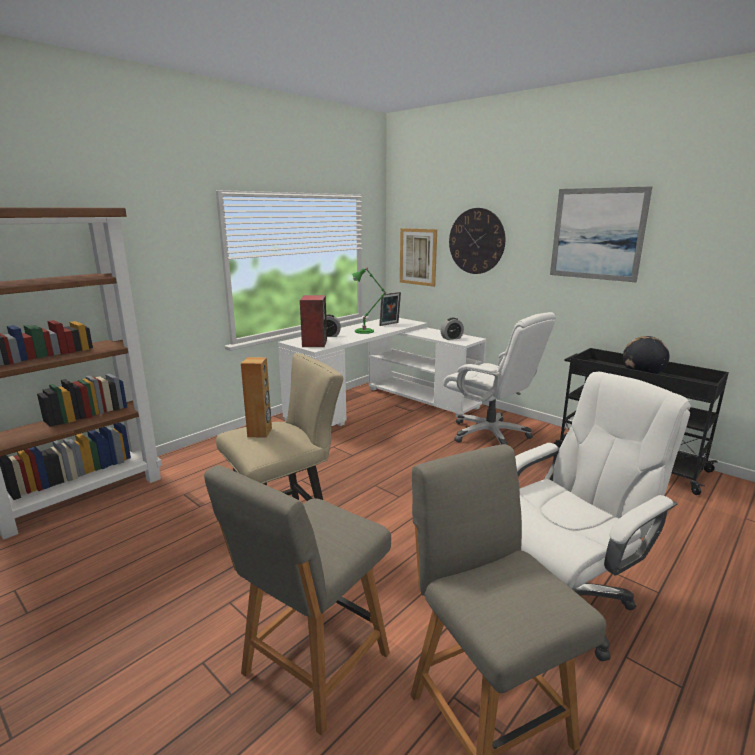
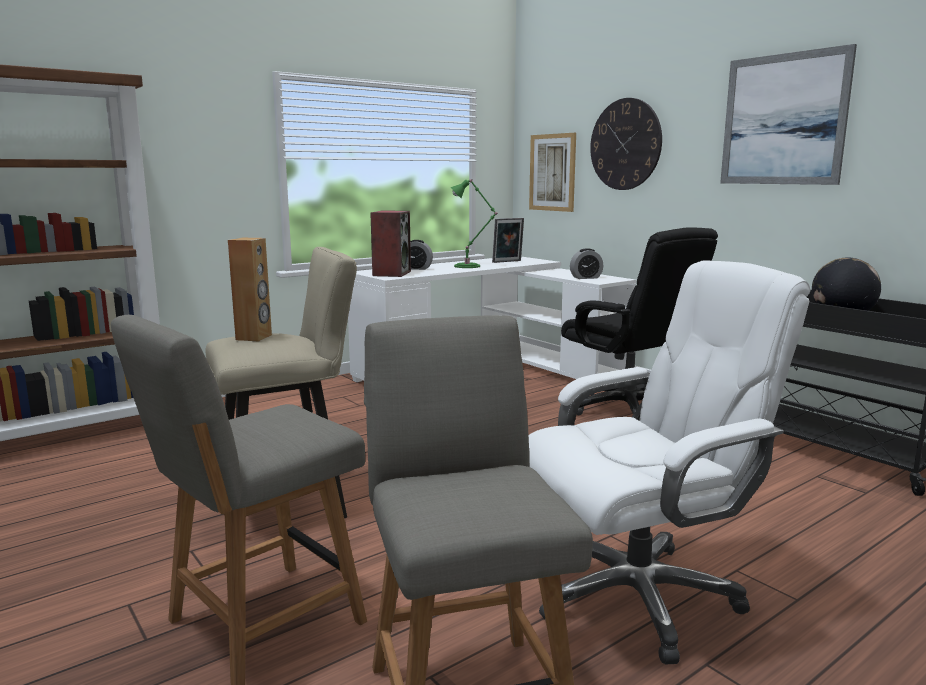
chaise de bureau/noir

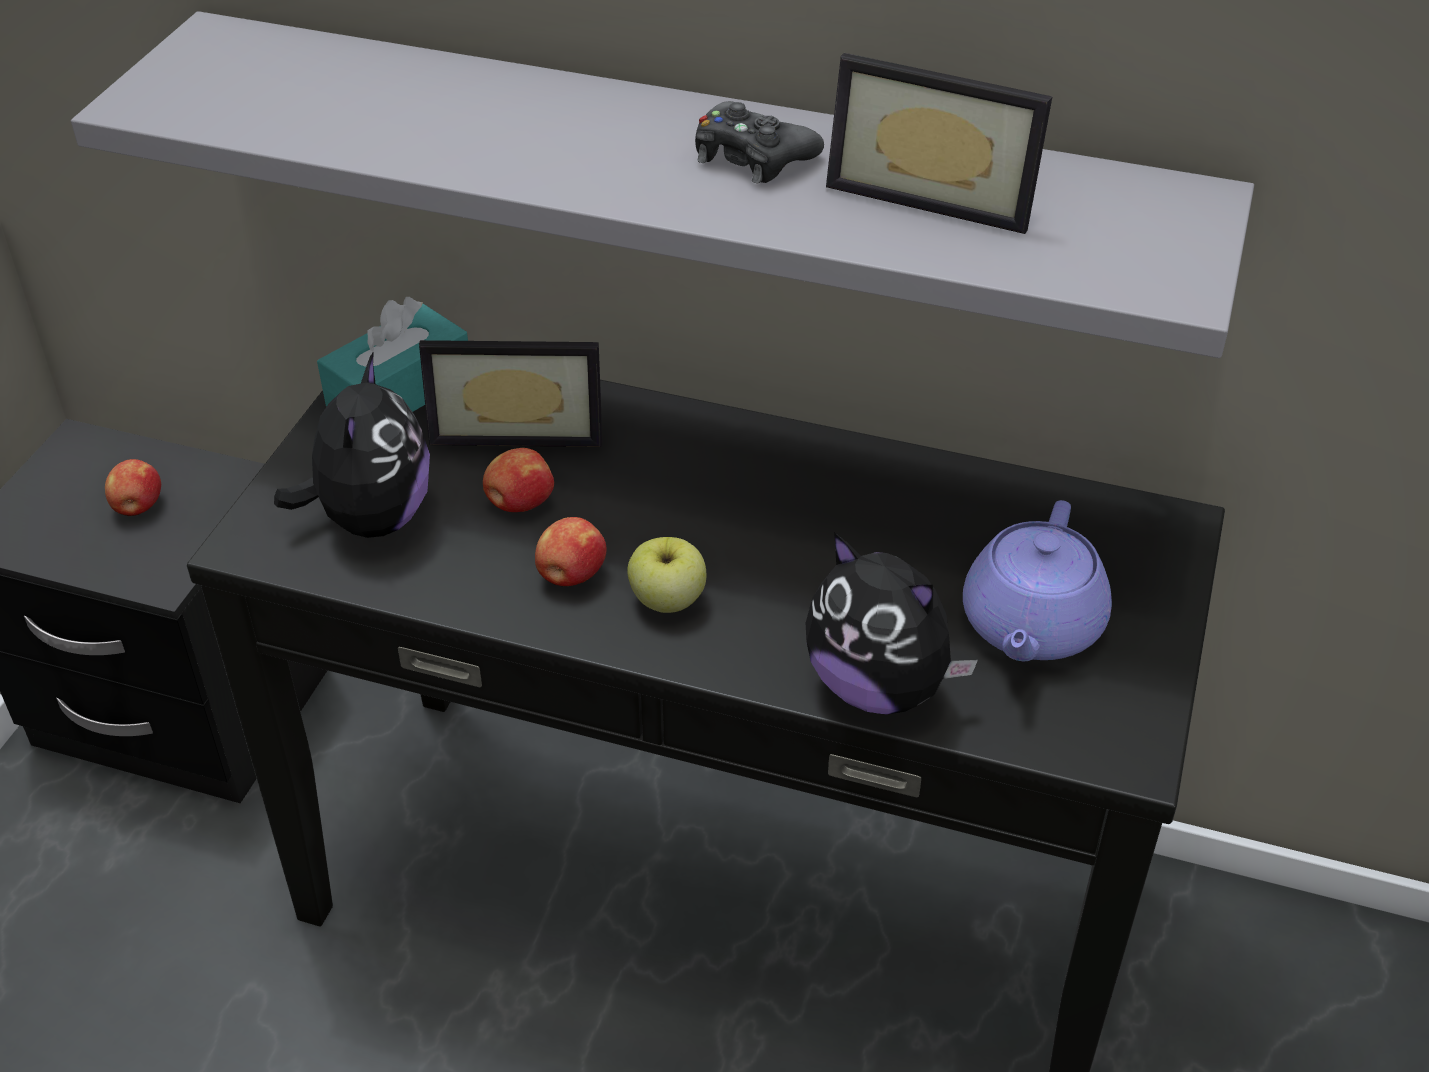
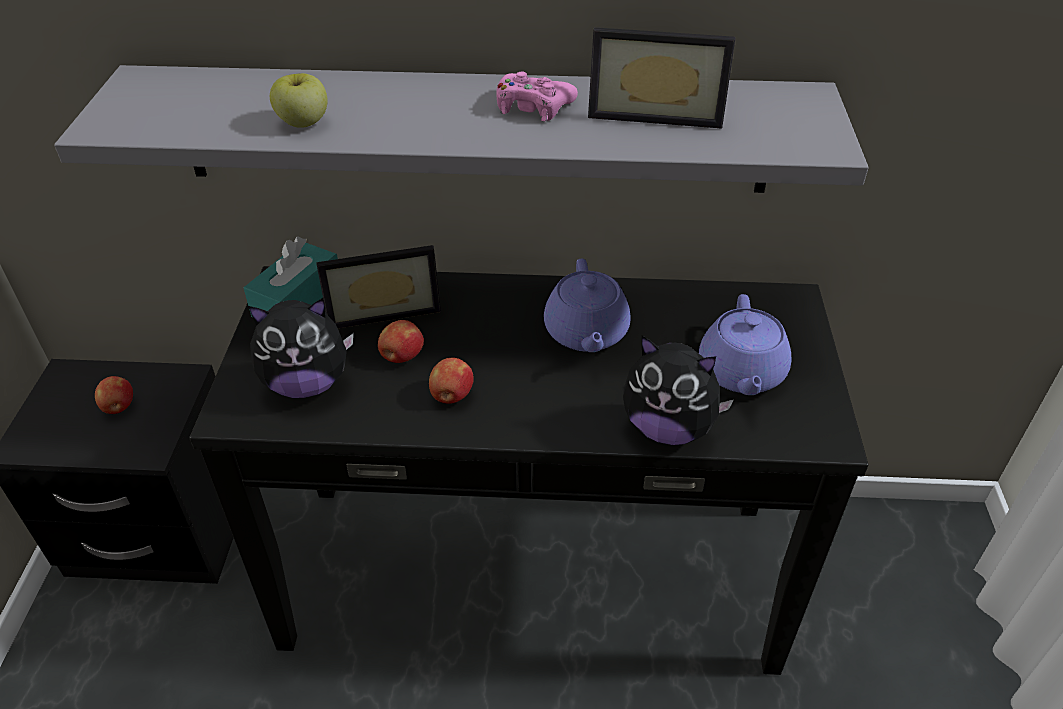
théière/violet (1st from left); pomme (2nd from left); manette/rose; peluche (1st from left)

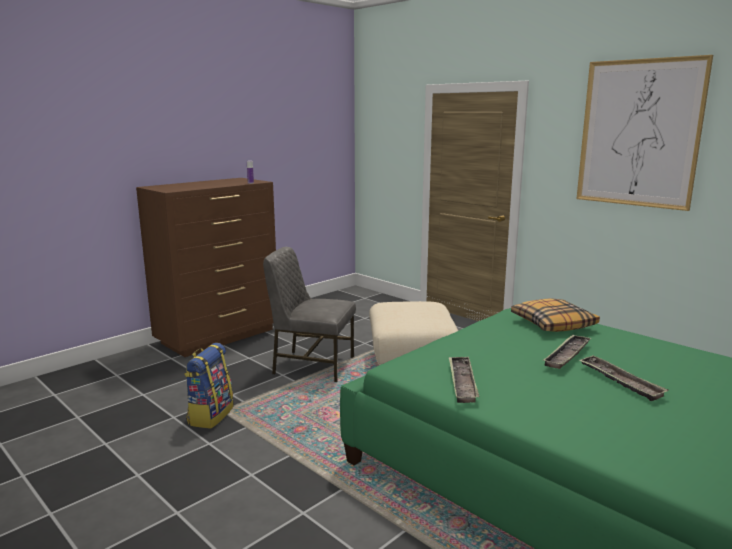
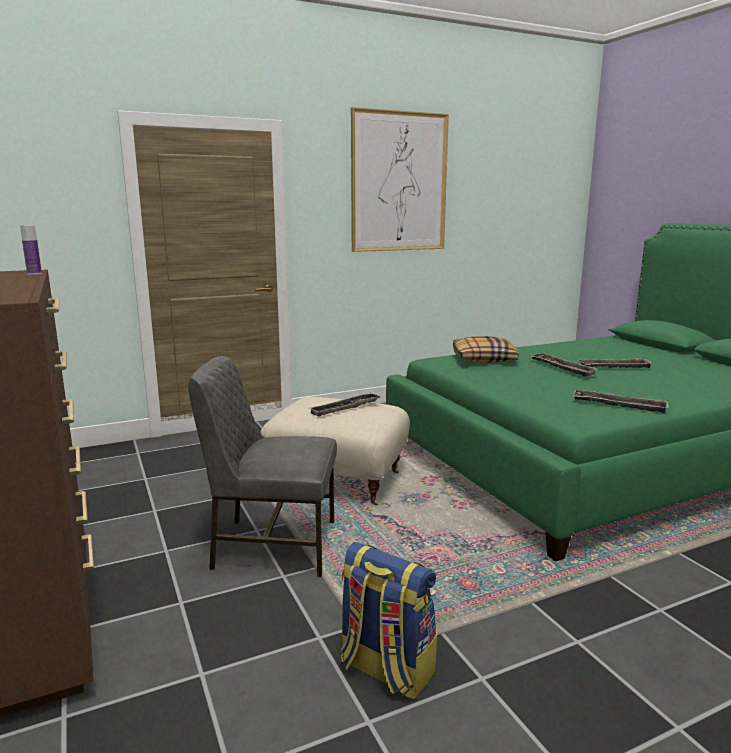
plateau (1st from left); chaise/gris

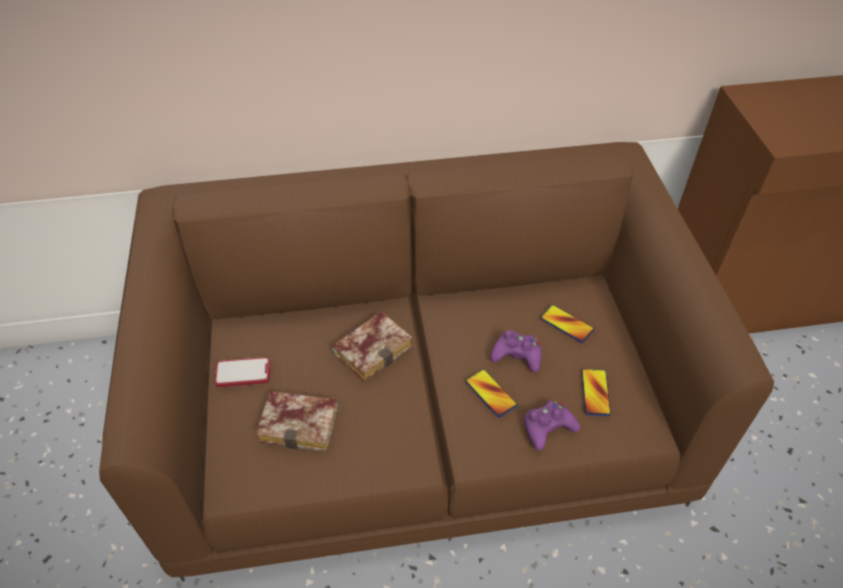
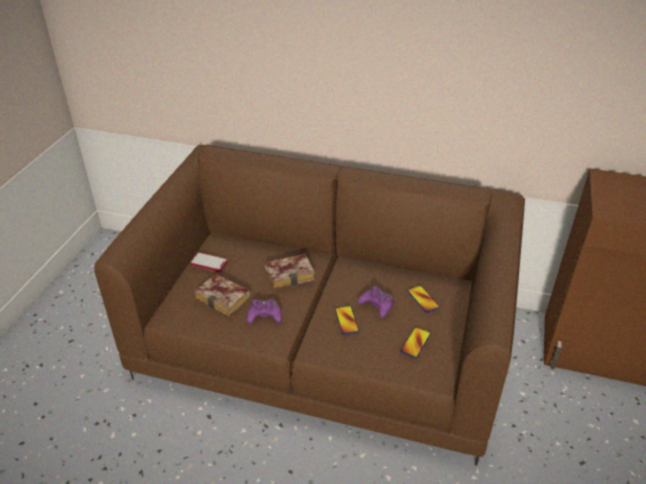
manette/violet (1st from left)

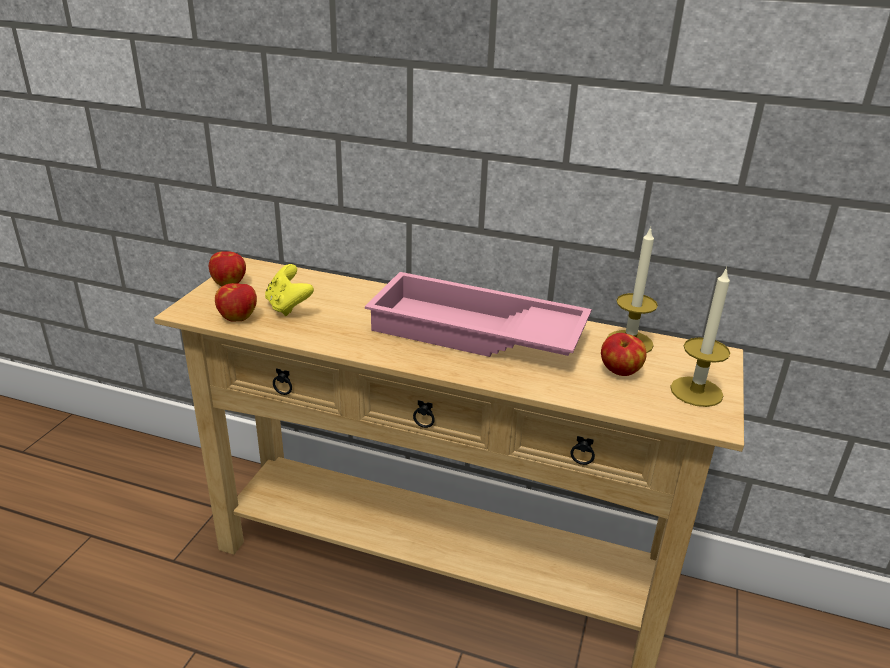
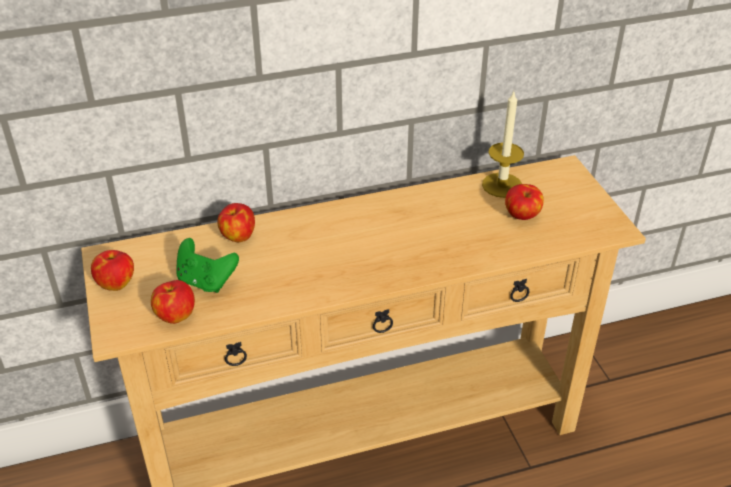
plateau/rose; bougie (2nd from left in the first image); pomme (3rd from left); manette/vert

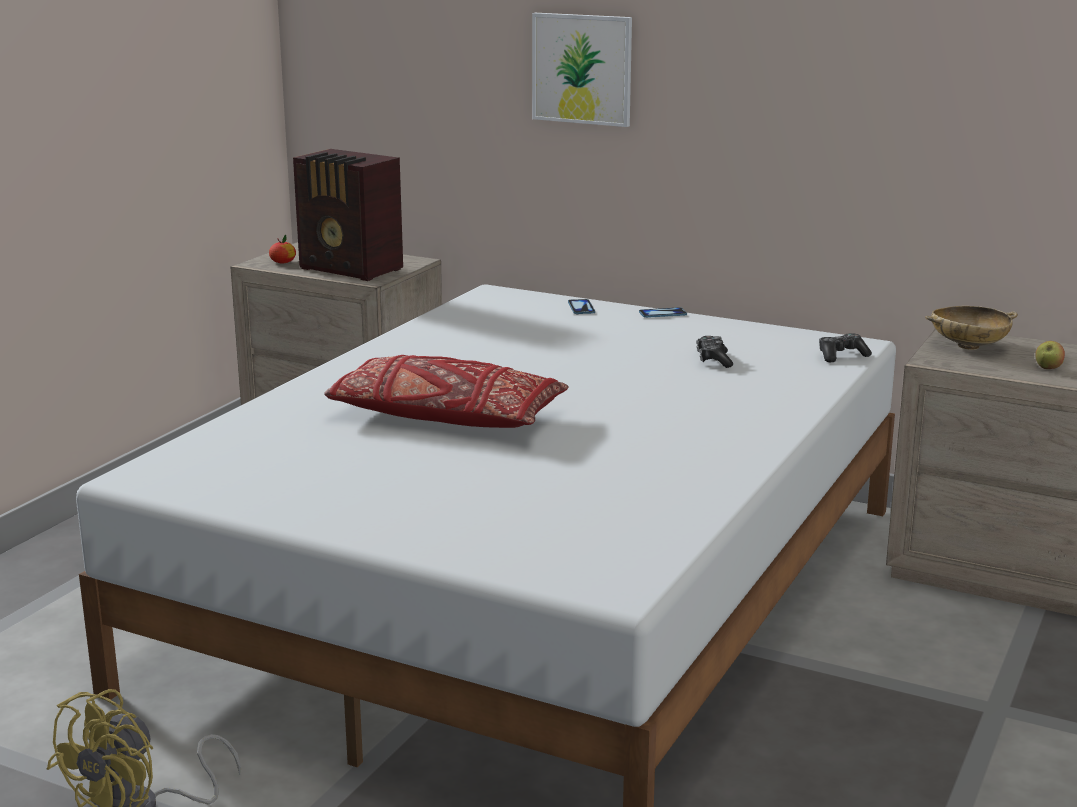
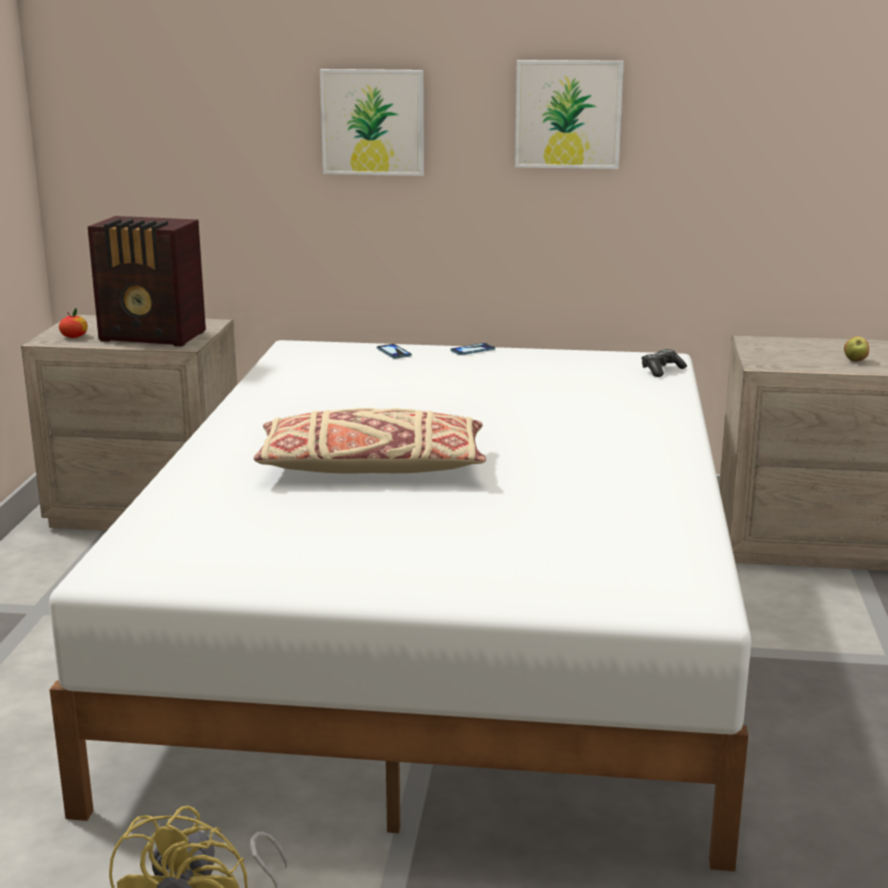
manette (1st from left in the first image); bol/beige; tableau (2nd from left); coussin/beige

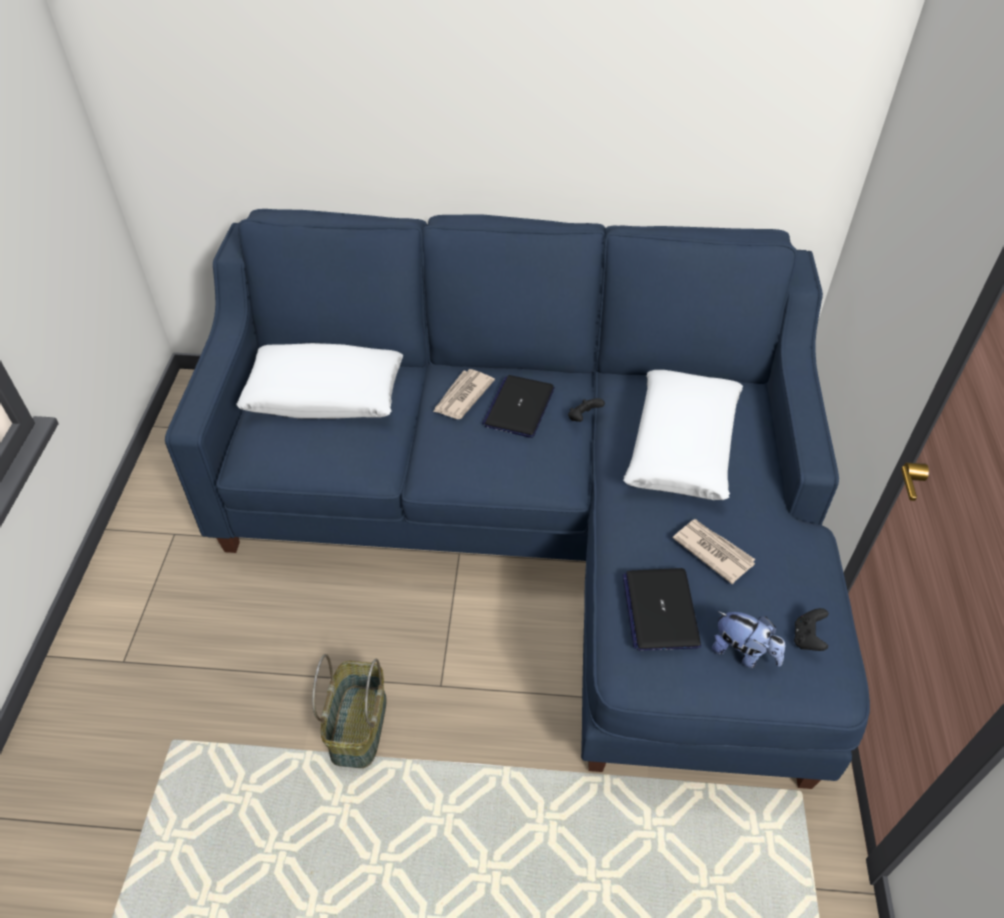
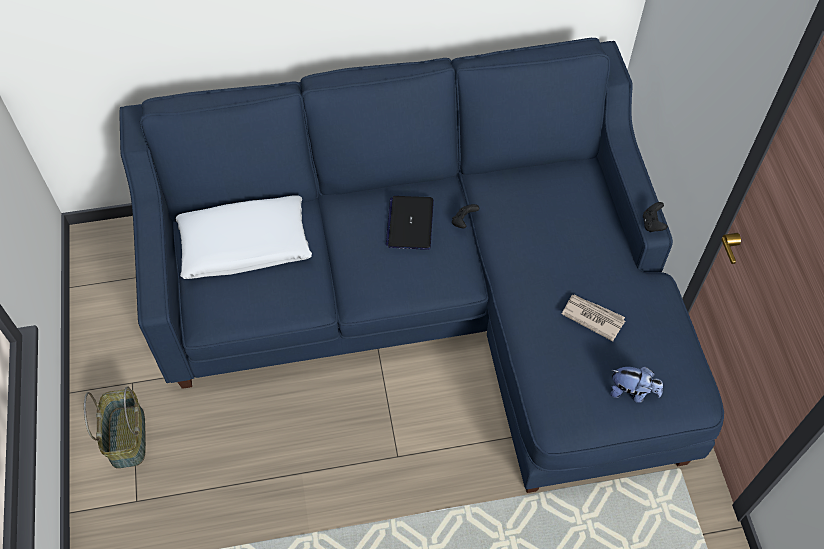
journal (1st from left in the first image); ordinateur portable (2nd from left in the first image); coussin/blanc (2nd from left in the first image); panier; manette/noir (2nd from left)

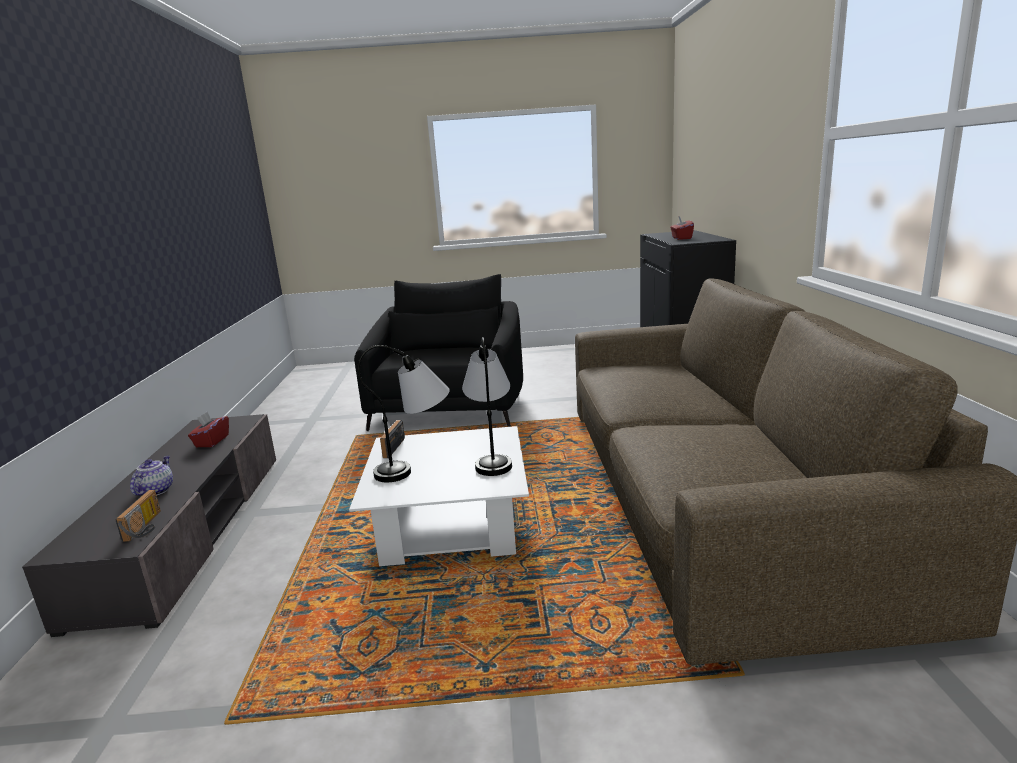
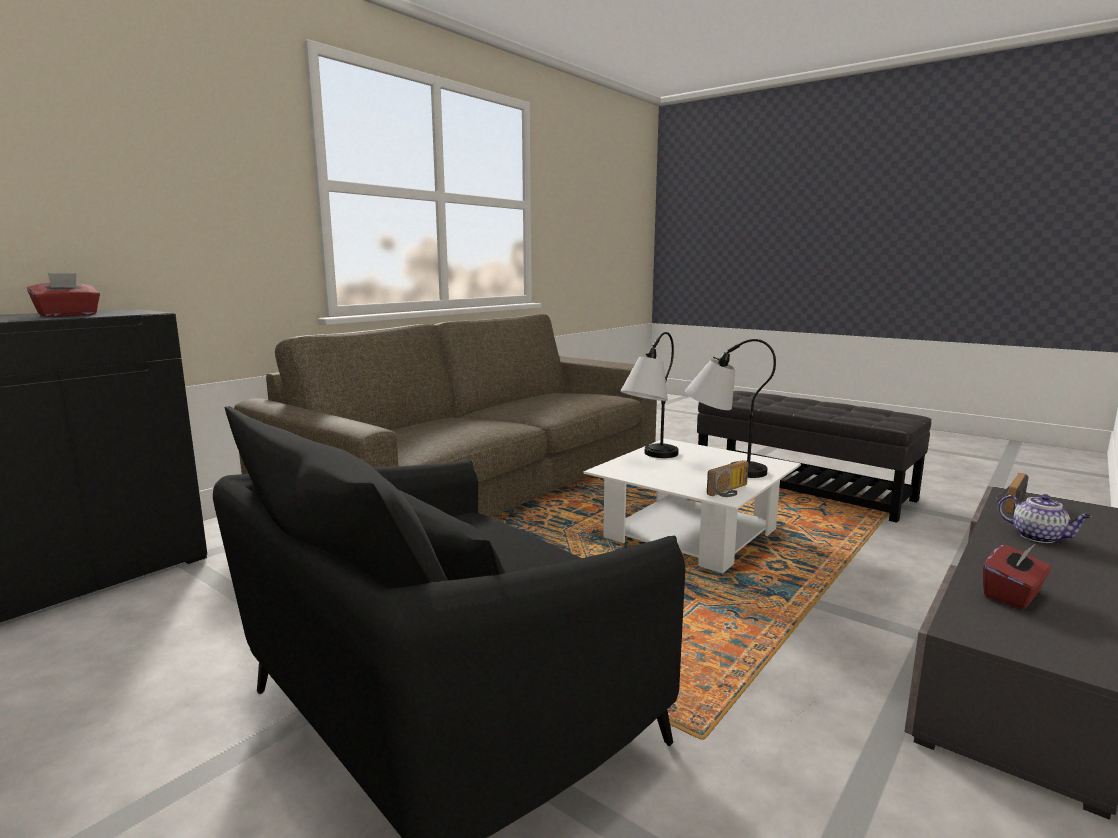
pouf/noir; théière

